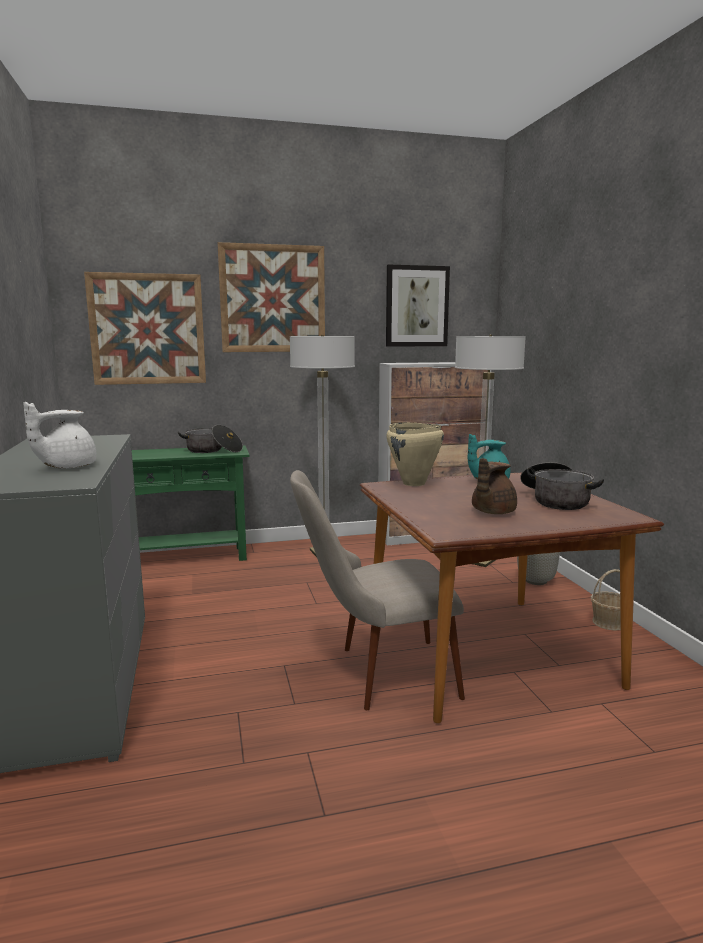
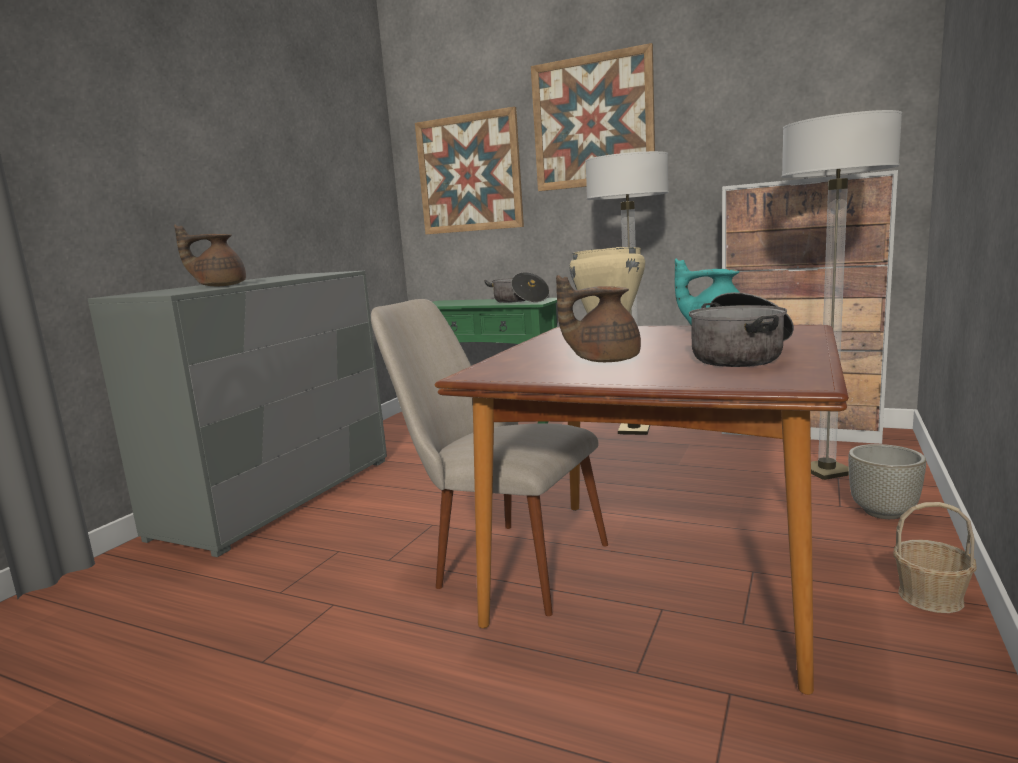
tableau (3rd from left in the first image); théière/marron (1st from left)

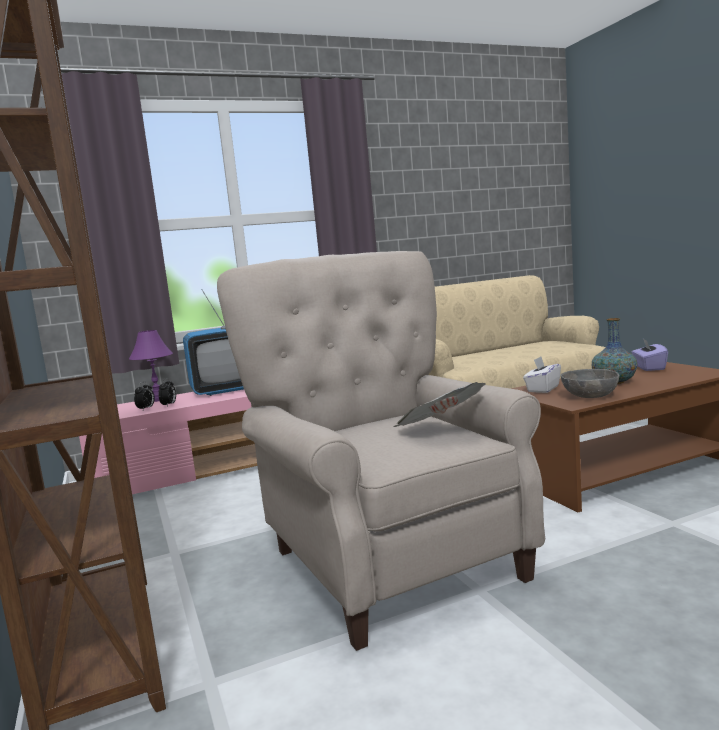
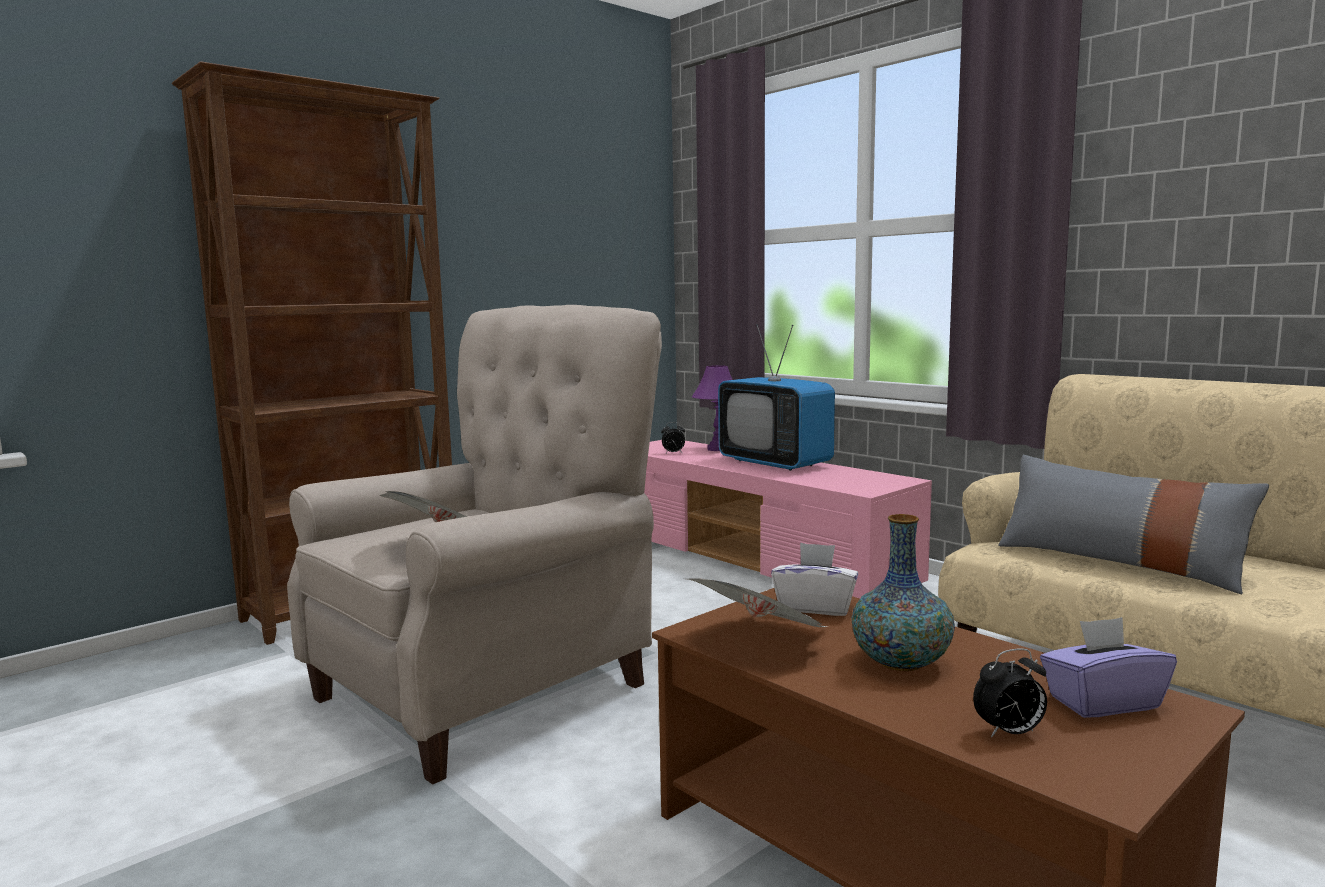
coussin/gris; réveil (2nd from left); journal (2nd from left)

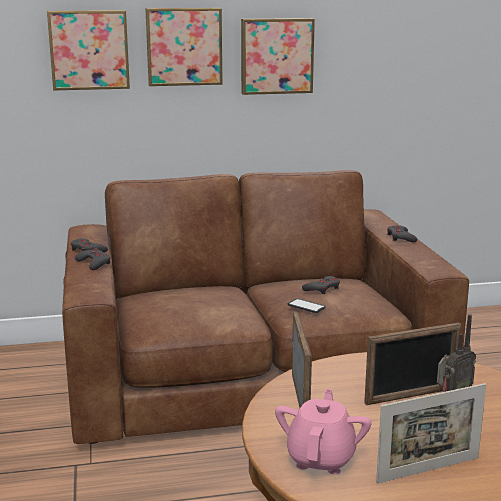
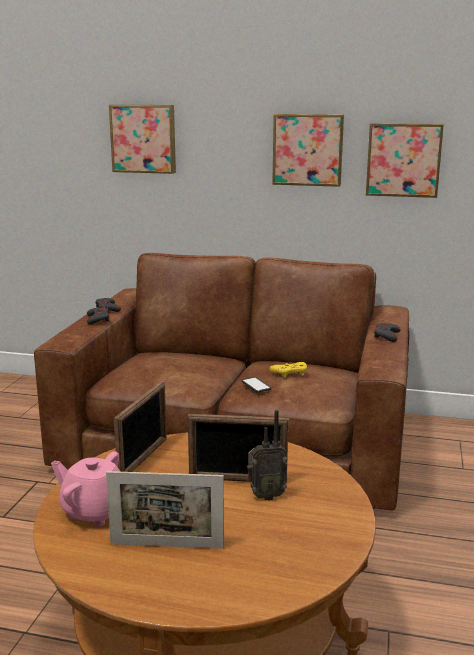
tableau (3rd from left); manette/jaune; théière/rose

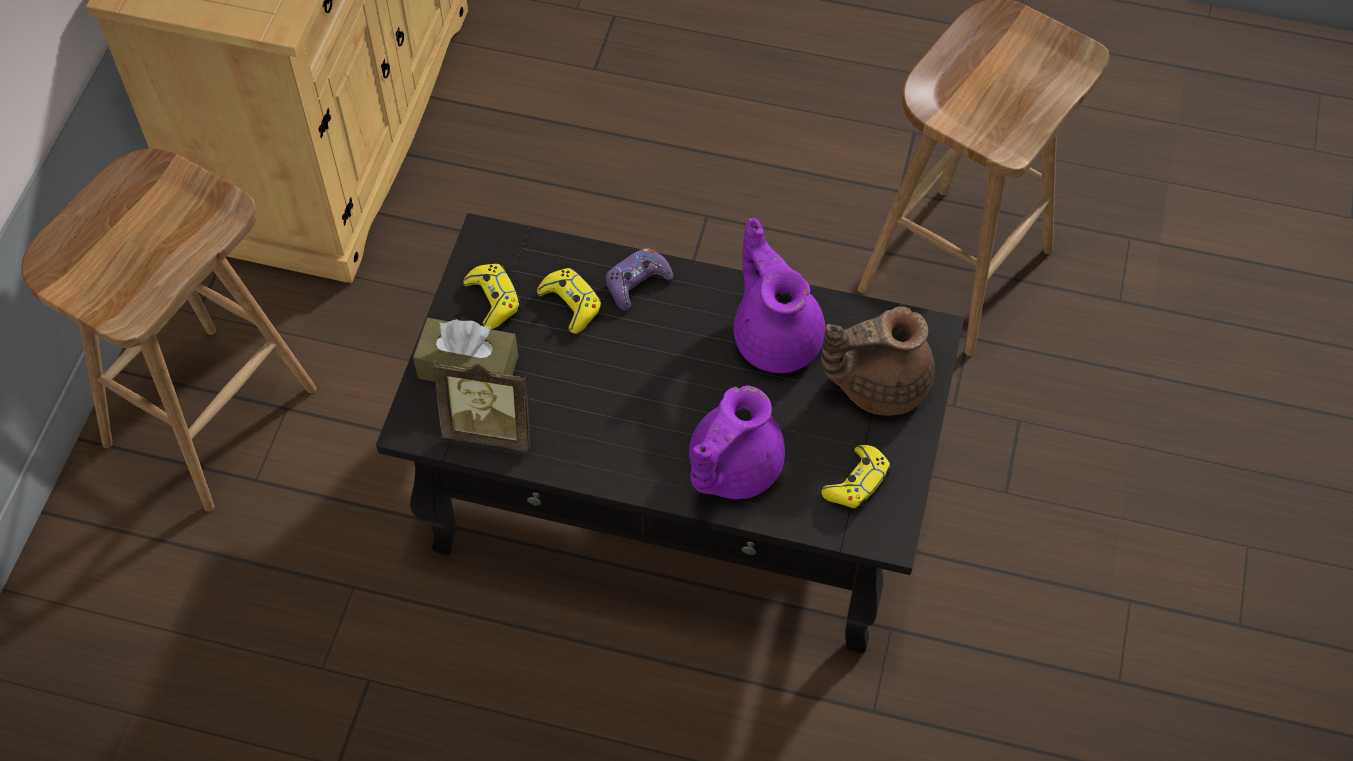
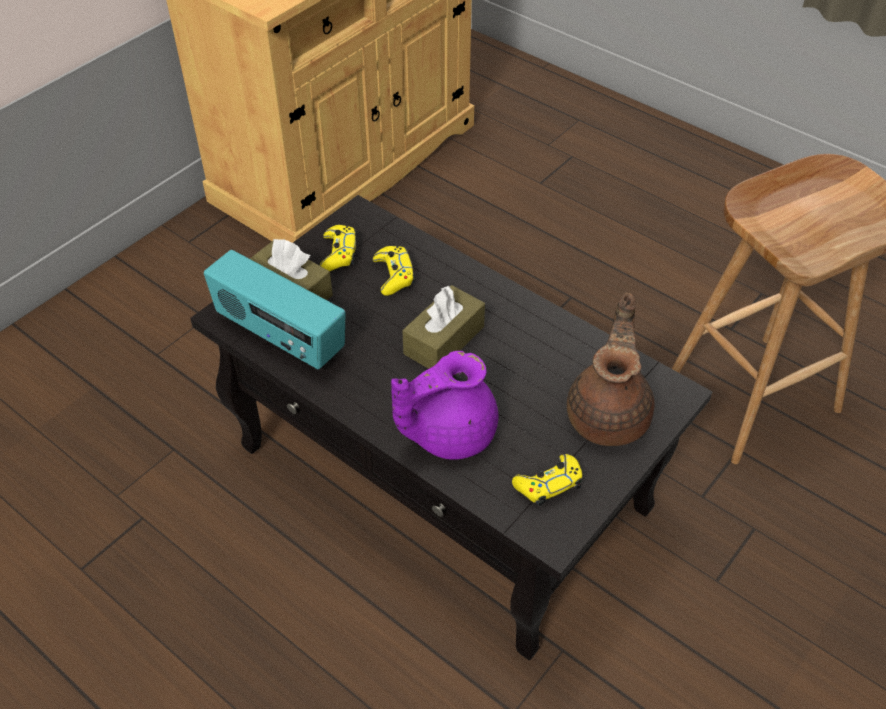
tabouret/marron (1st from left in the first image); manette/violet; théière/violet (2nd from left in the first image); boîte à mouchoirs/marron (2nd from left); radio; théière/marron

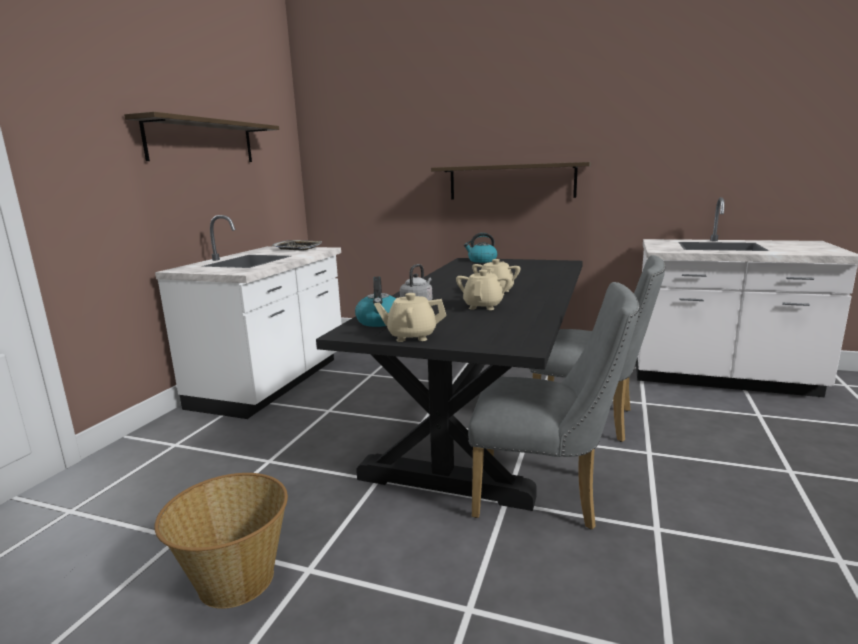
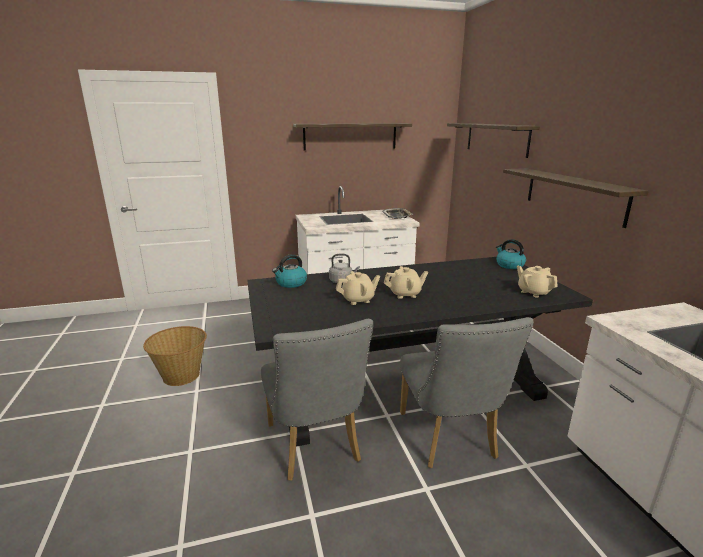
étagère (2nd from left); théière/beige (3rd from left)

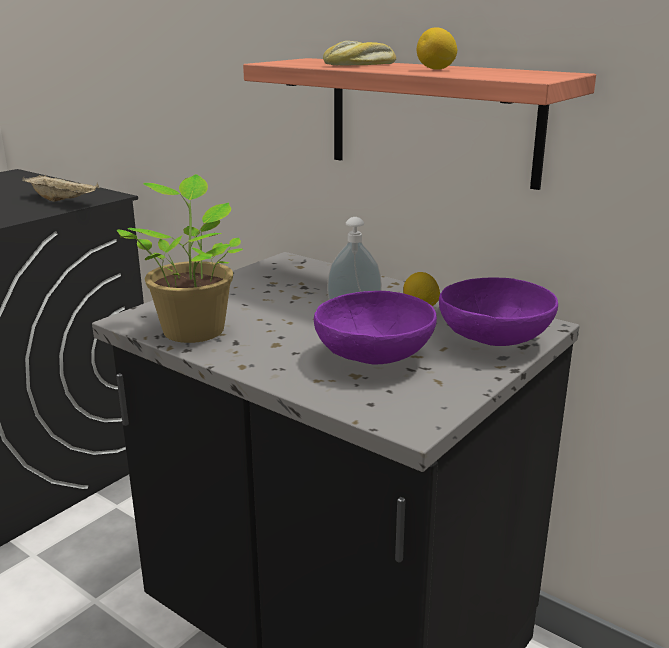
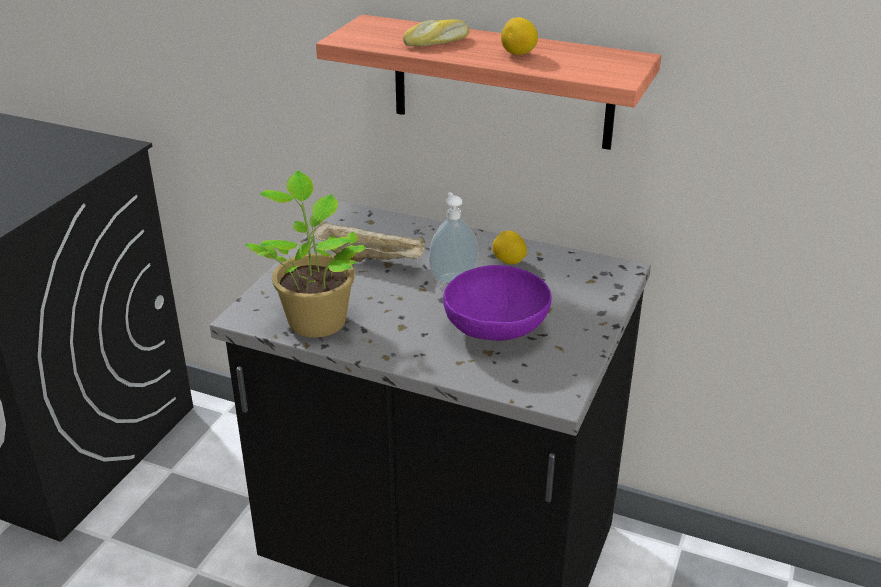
bol/violet (2nd from left in the first image); plateau/beige

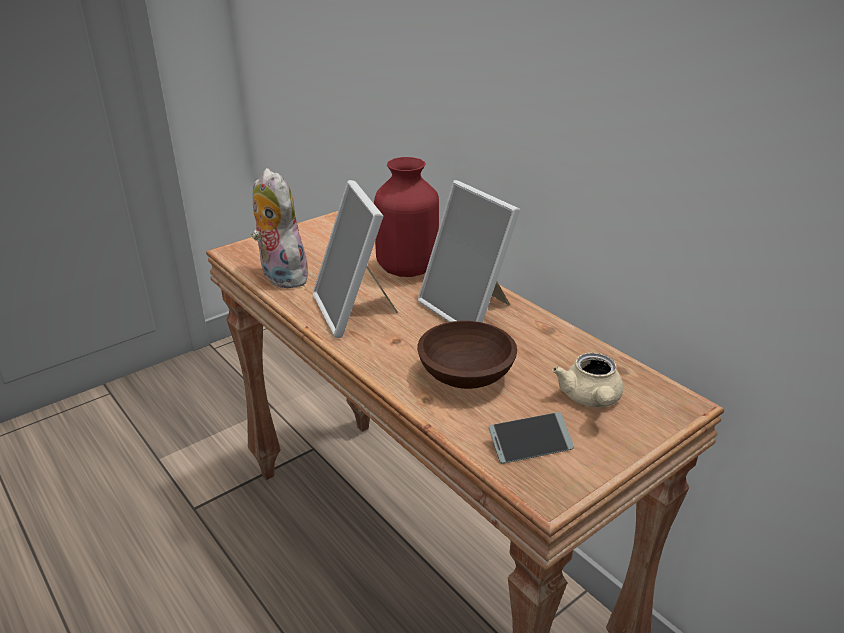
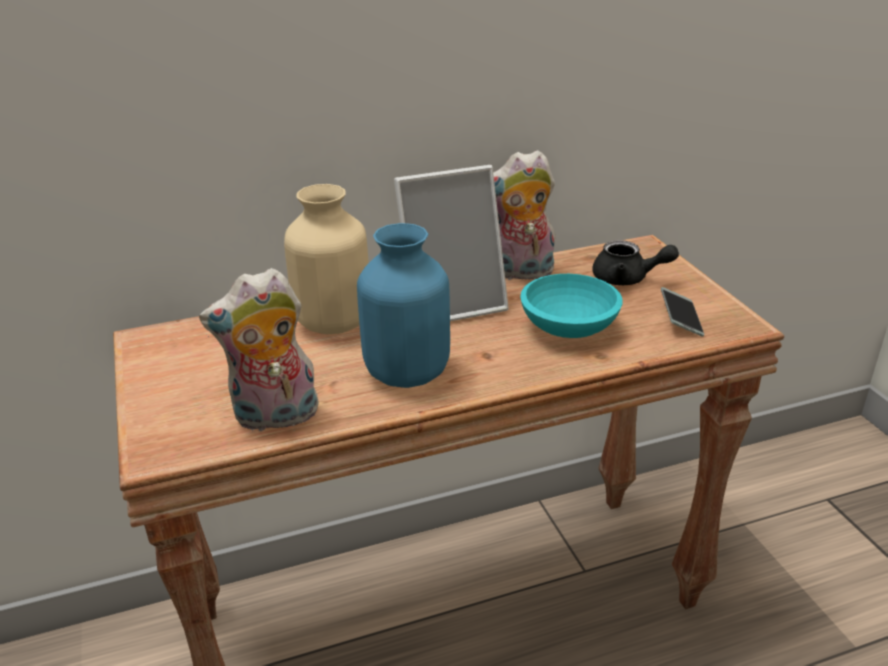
peluche (2nd from left); vase/bleu; vase/beige; bol/turquoise; théière/noir

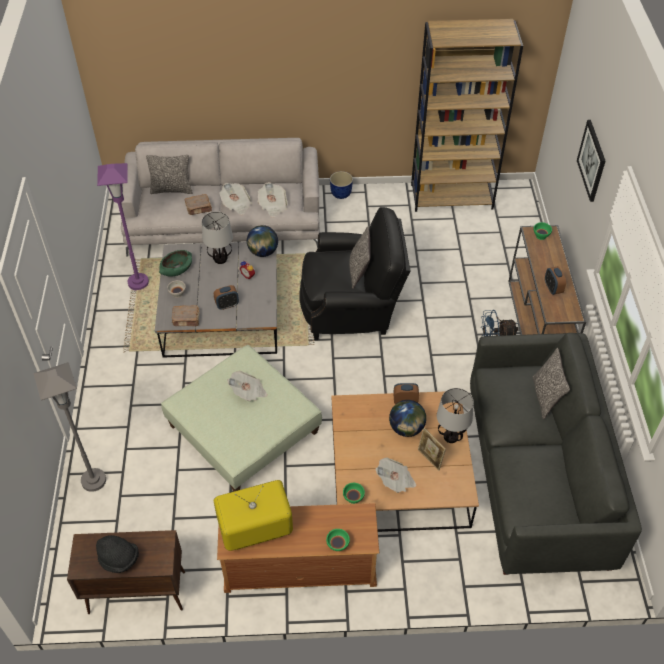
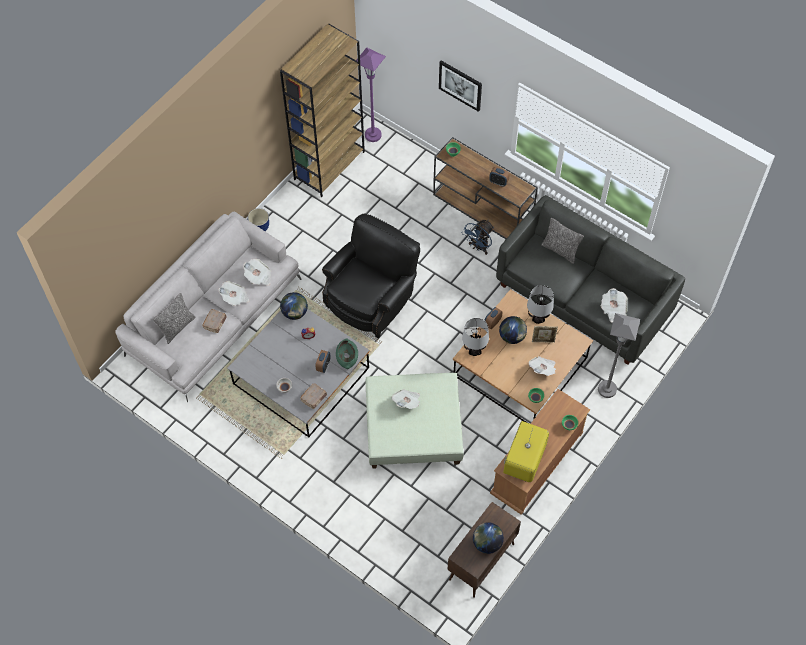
coussin (2nd from left in the first image); journal (5th from left); lampadaire/gris; lampadaire/violet; bol/vert (1st from left); lampe de table (1st from left); globe (2nd from left)

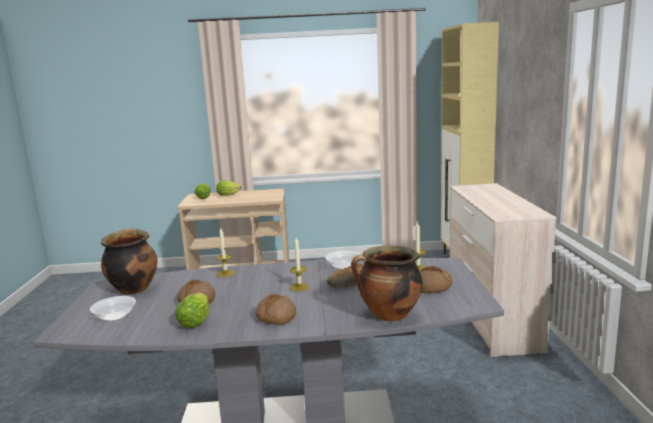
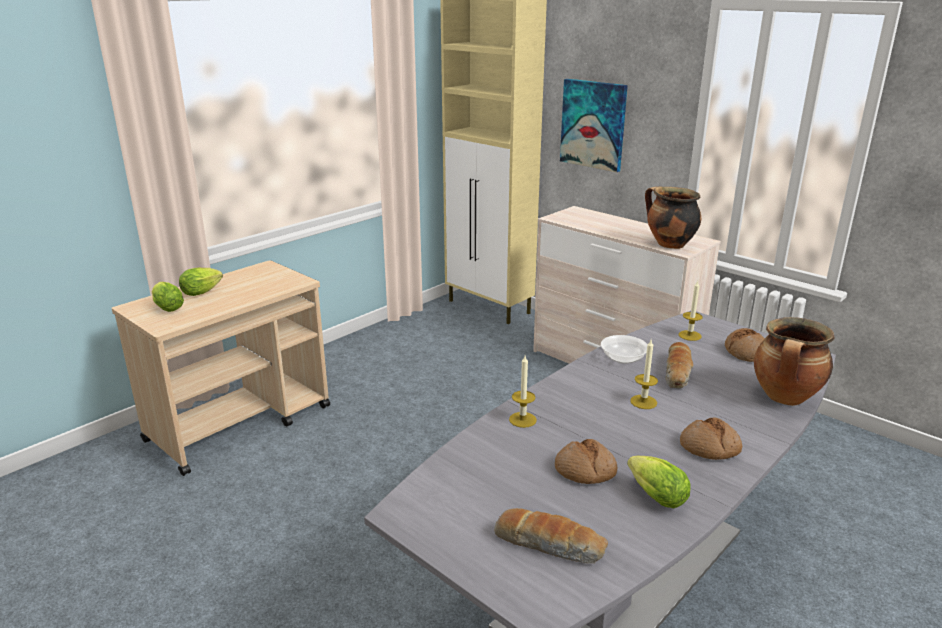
tableau; marmite (1st from left); pain (1st from left)

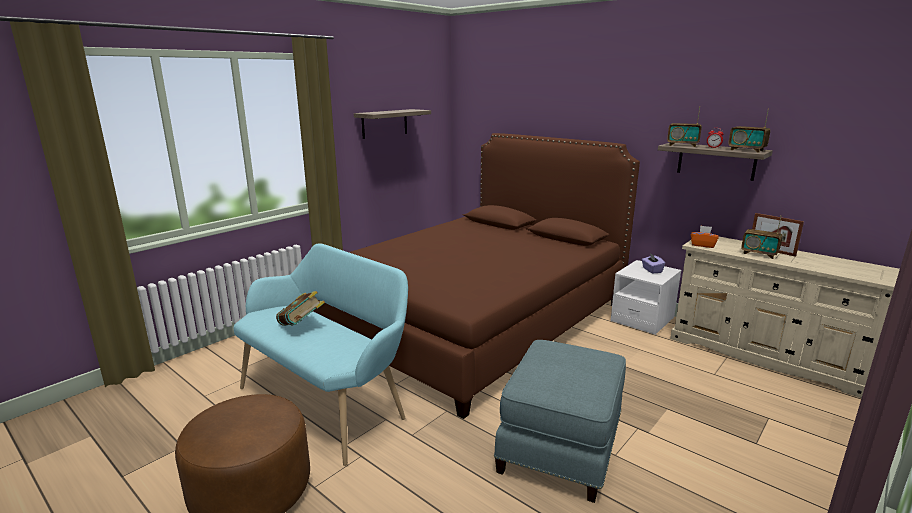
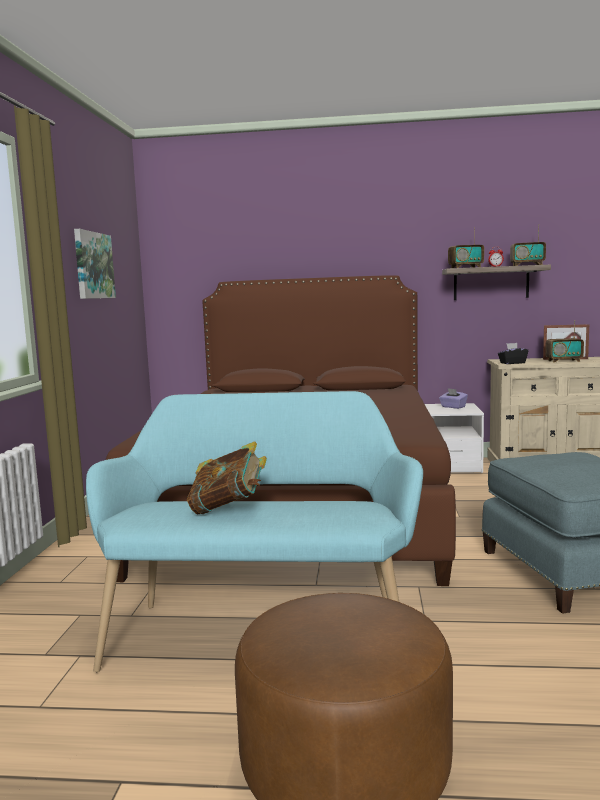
tableau; boîte à mouchoirs/noir

